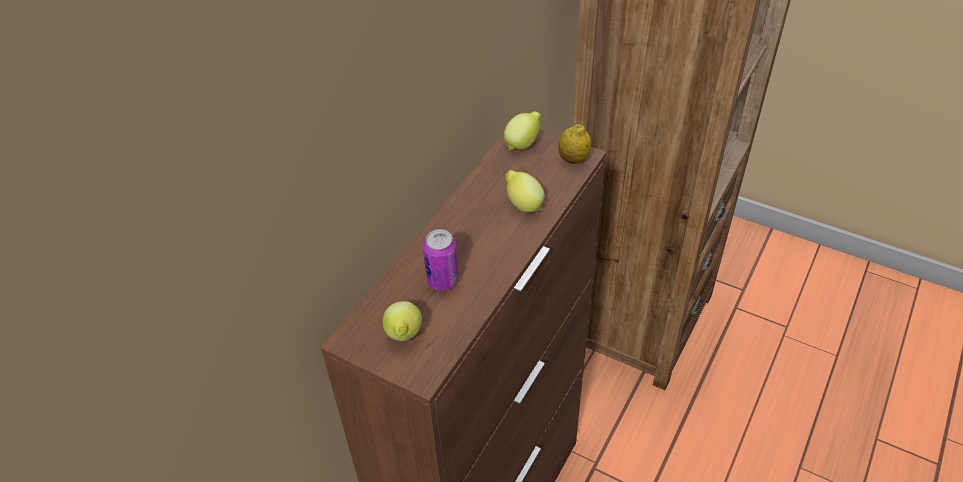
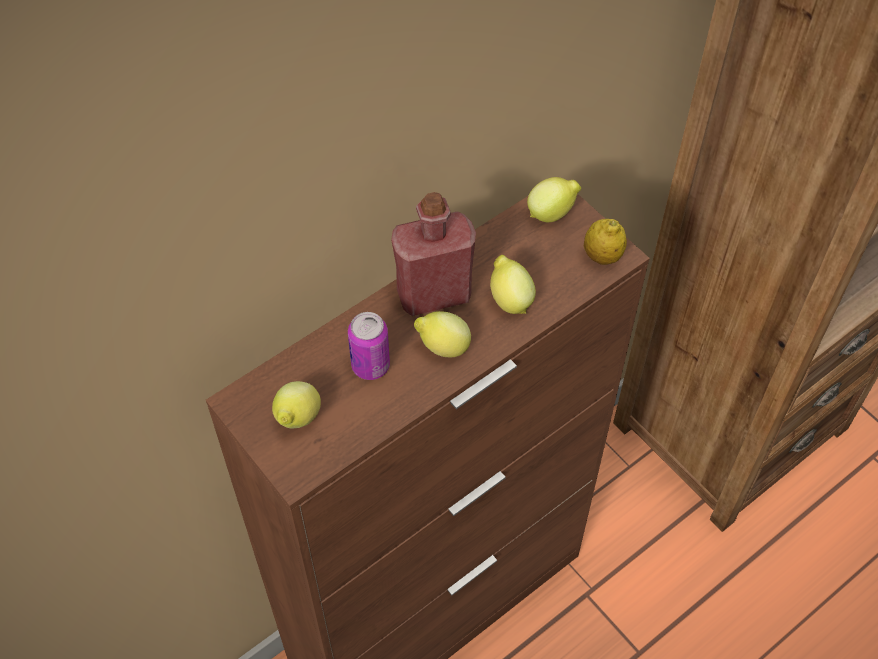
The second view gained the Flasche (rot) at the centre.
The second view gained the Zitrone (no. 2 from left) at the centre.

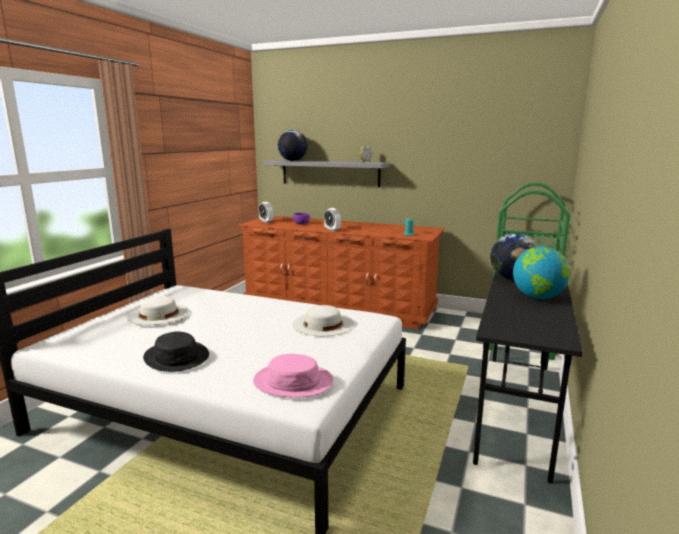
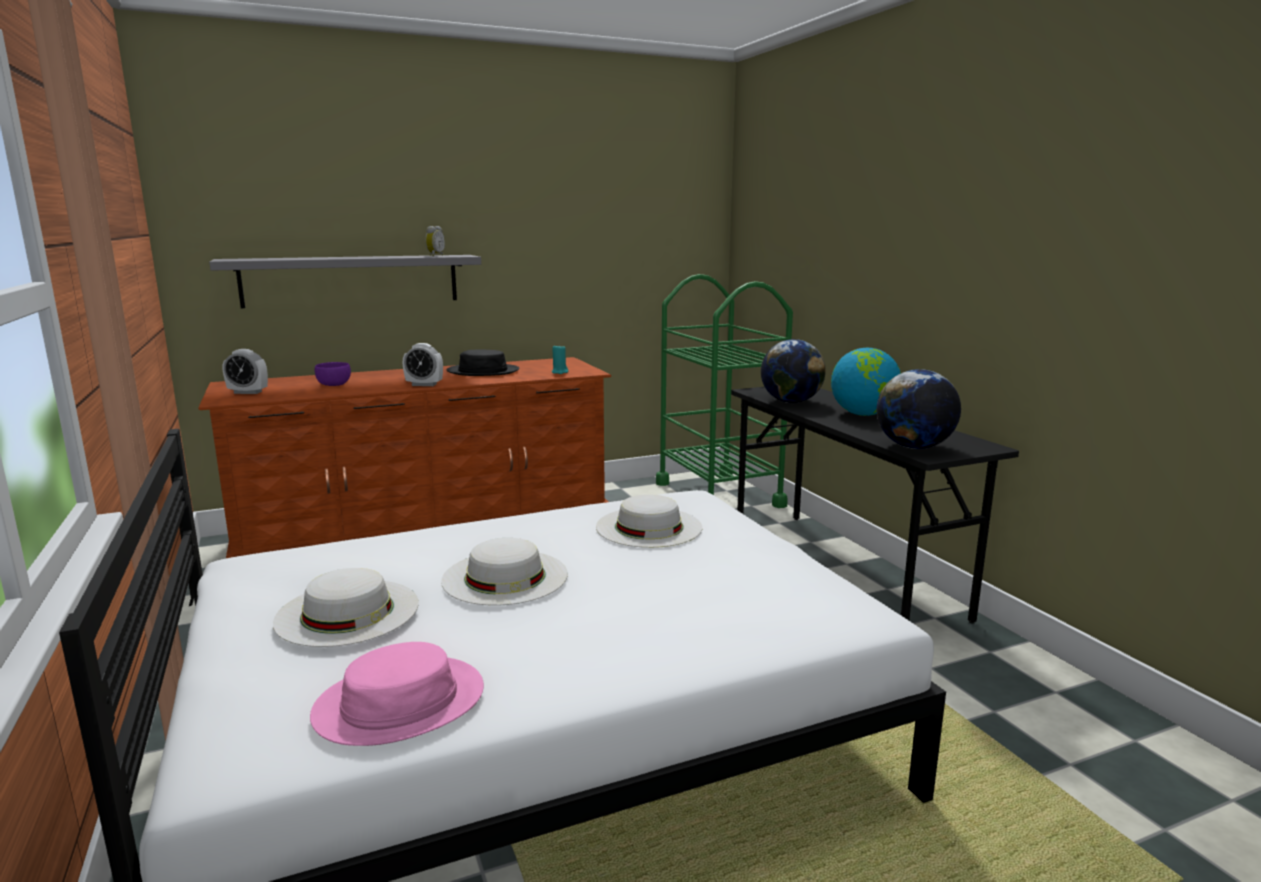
The Globus (no. 1 from left in the first image) ended up elsewhere, having gone from the top centre to the middle right.
The Hut (schwarz) ended up elsewhere, having gone from the middle left to the centre.
The Hut (rosa) ended up elsewhere, having gone from the bottom centre to the bottom left.
The second view gained the Hut (weiß) (no. 2 from left) at the centre.

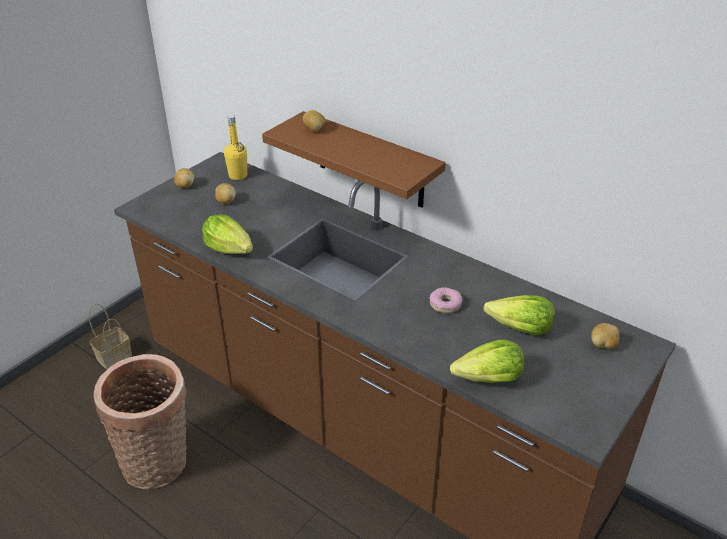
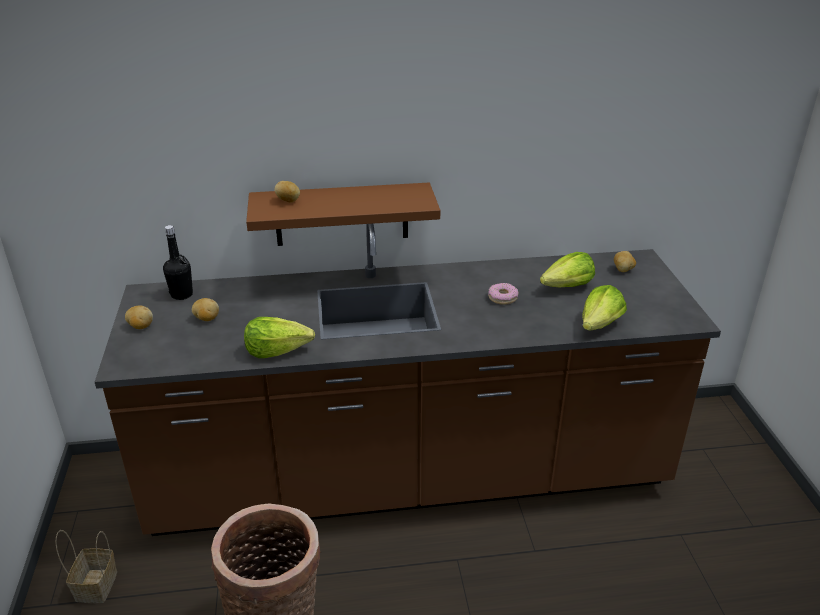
What was the Flasche (gelb) at the top left turned into the Flasche (schwarz) at the middle left.

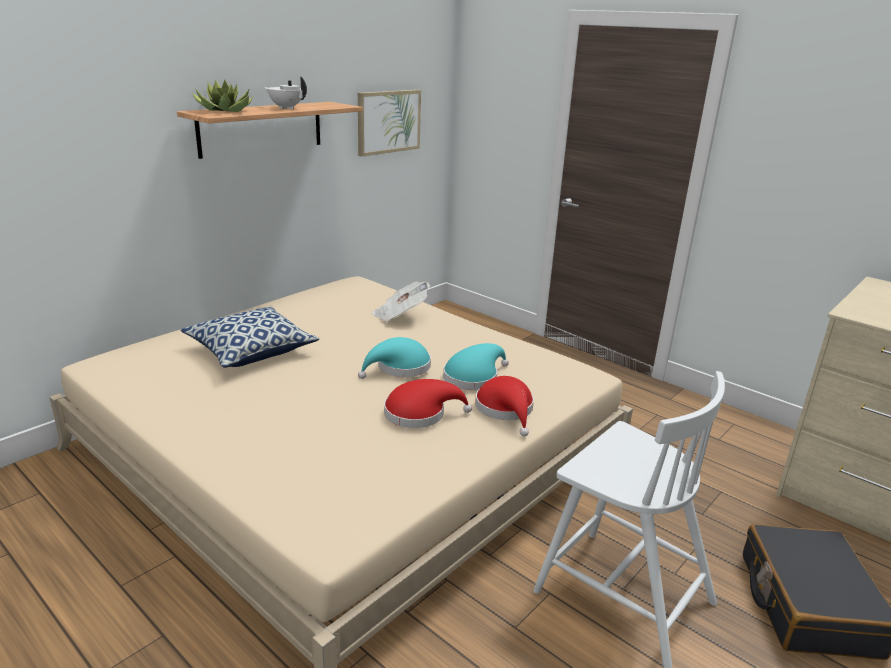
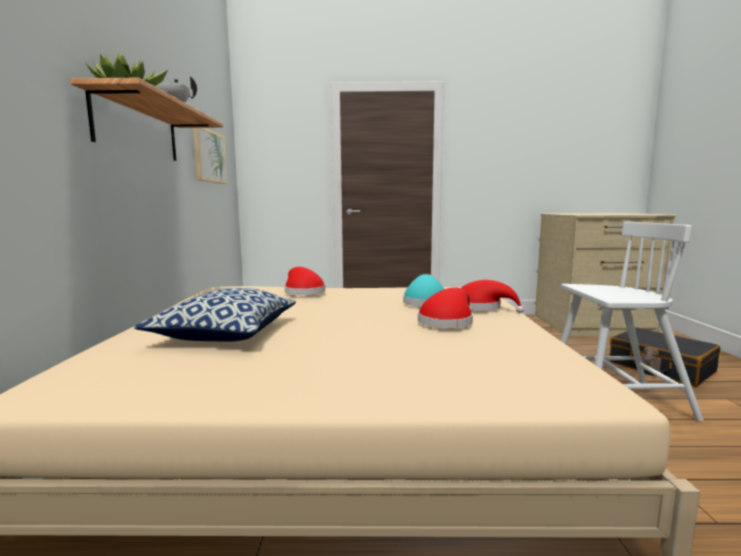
Where the Zeitung stood at the centre, the Hut (rot) (no. 1 from left) came to stand at the centre.
The second view lost the Hut (türkis) (no. 1 from left) at the centre.

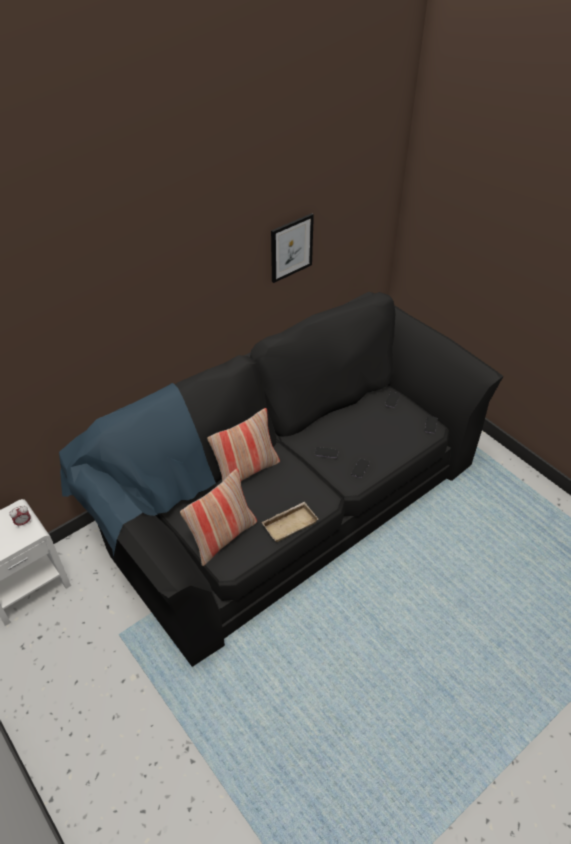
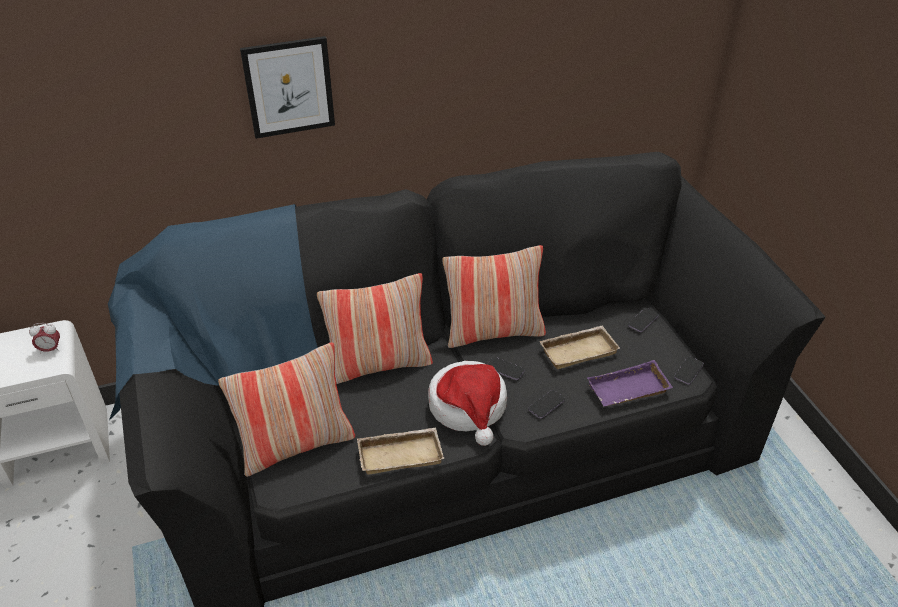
The Bild ended up elsewhere, having gone from the top centre to the top left.
The second view gained the Kissen (no. 3 from left) at the centre.
The second view gained the Tablett (beige) (no. 2 from left) at the centre.
The second view gained the Tablett (lila) at the middle right.
The second view gained the Hut at the centre.

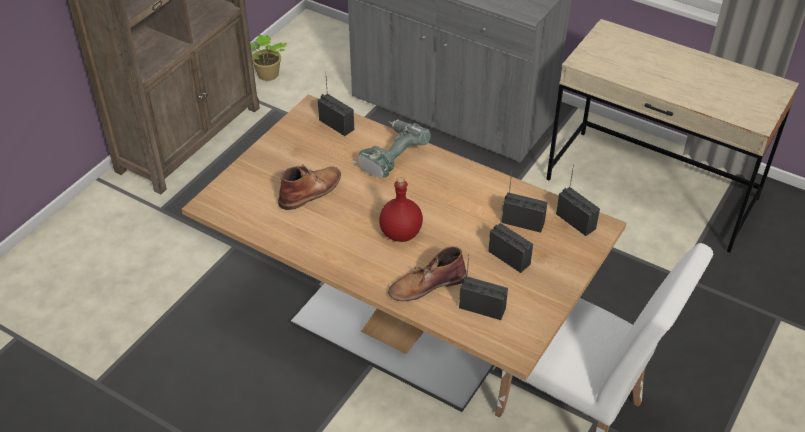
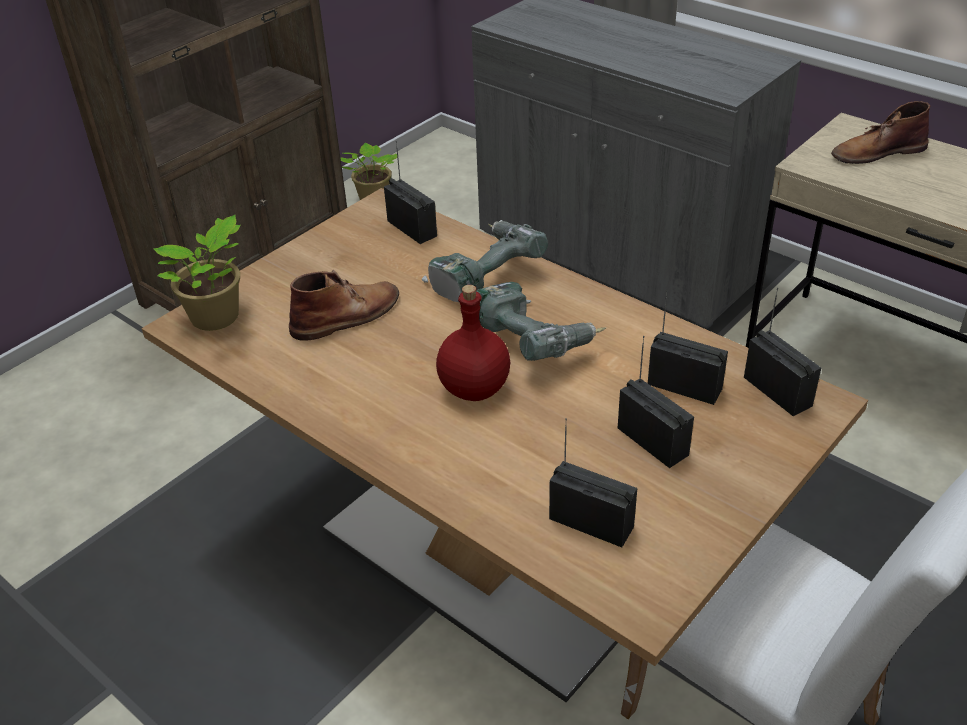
The Stiefel (braun) (no. 2 from left) ended up elsewhere, having gone from the centre to the top right.
The second view gained the Topfpflanze (no. 1 from left) at the middle left.
The second view gained the Bohrmaschine (no. 2 from left) at the centre.

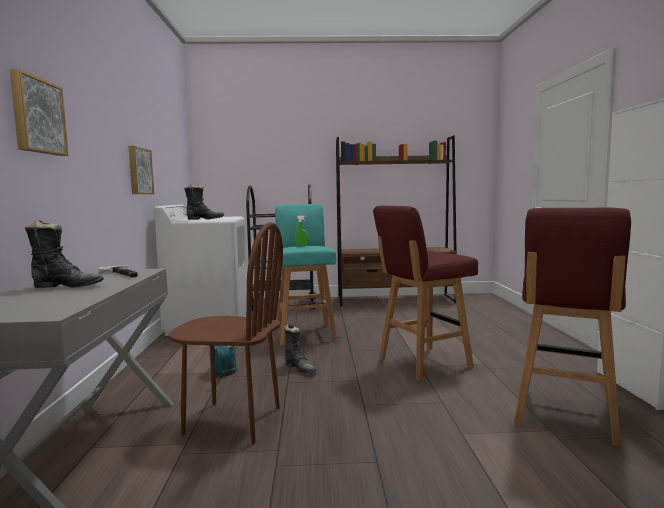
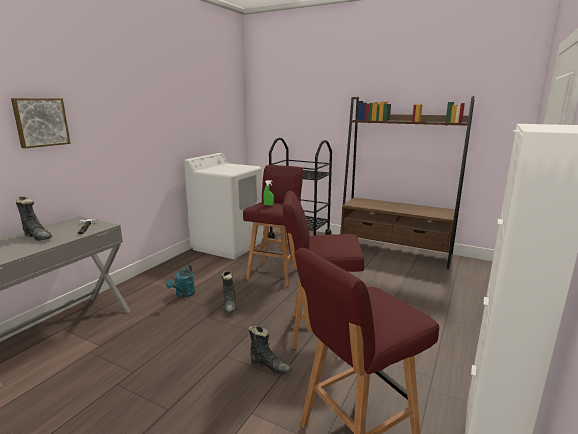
The second view lost the Bild (no. 2 from left) at the middle left.
The Stiefel (schwarz) (no. 2 from left in the first image) ended up elsewhere, having gone from the middle left to the bottom centre.
What was the Hocker (türkis) at the centre turned into the Hocker (rot) (no. 1 from left) at the centre.
The second view lost the Stuhl (braun) at the centre.

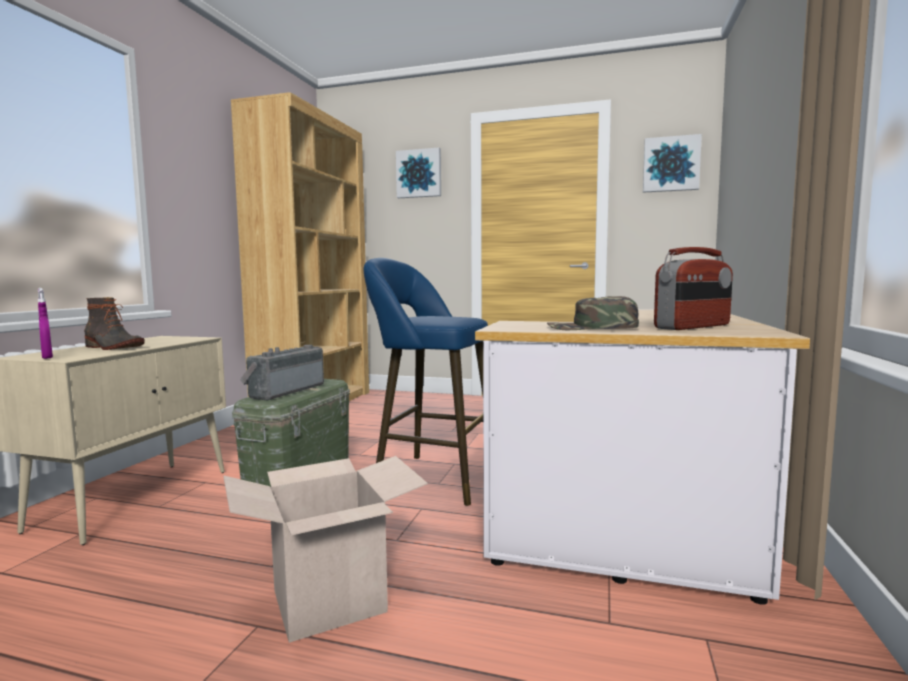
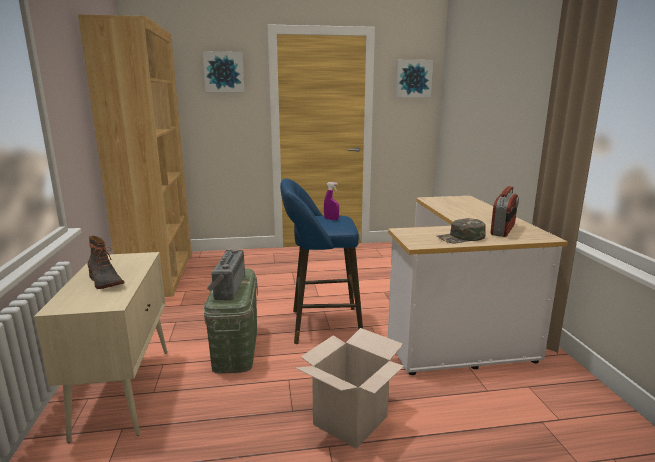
The Sprühflasche (lila) ended up elsewhere, having gone from the middle left to the centre.
The Stiefel at the middle left ended up facing another way, 45 degrees clockwise from before.

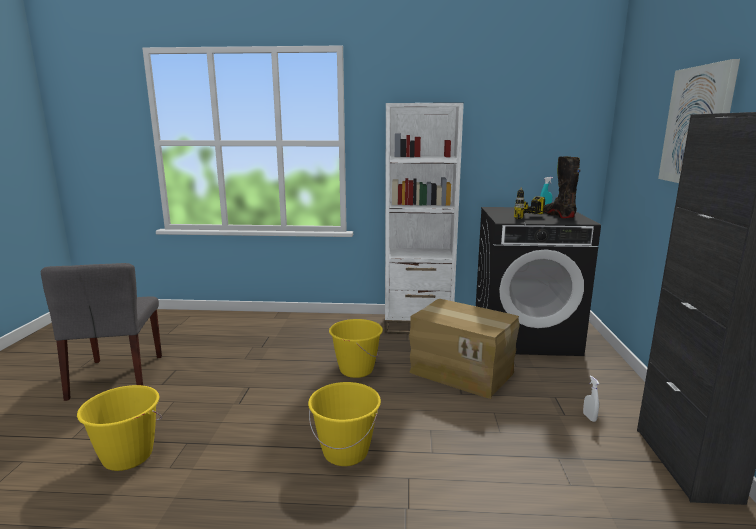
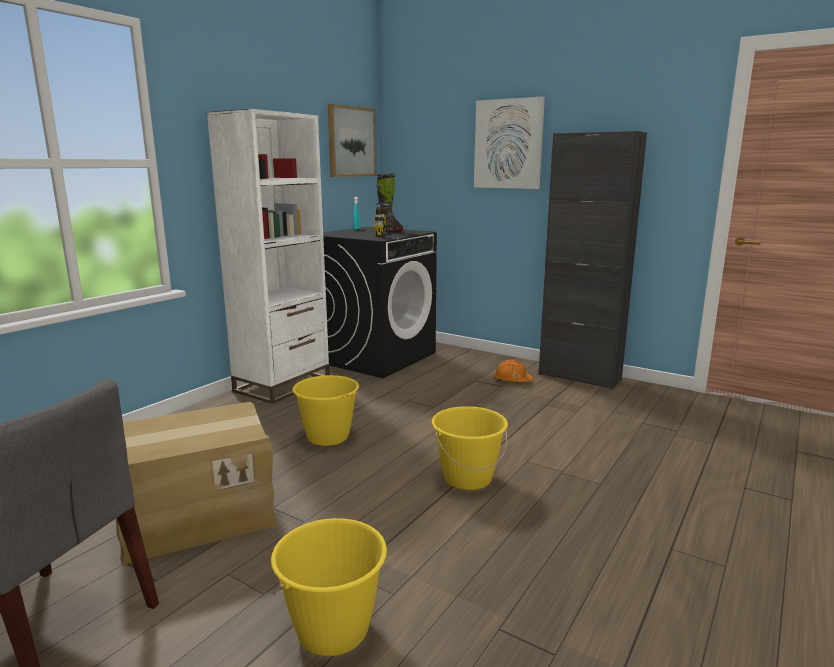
The Stiefel (schwarz) at the middle right ended up facing another way, 135 degrees counterclockwise from before.
The Karton ended up elsewhere, having gone from the centre to the bottom left.
Where the Sprühflasche (weiß) stood at the bottom right, the Schutzhelm (orange) came to stand at the centre.
The second view gained the Bild (no. 1 from left) at the top centre.

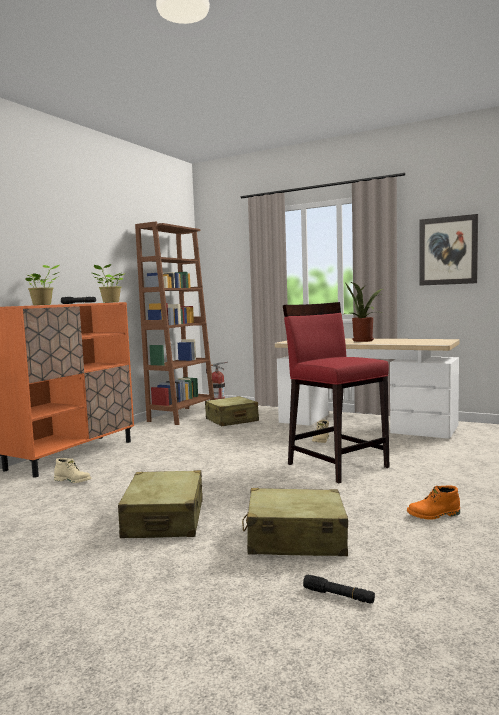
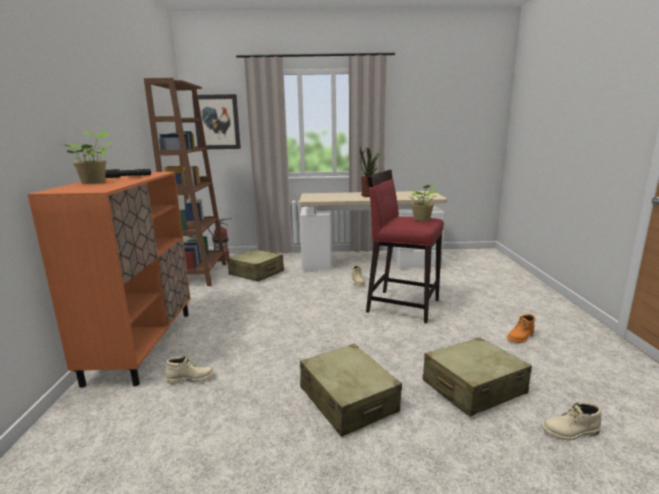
The Bild ended up elsewhere, having gone from the middle right to the top left.
The Topfpflanze (no. 2 from left in the first image) ended up elsewhere, having gone from the middle left to the centre.
Where the Taschenlampe (schwarz) (no. 2 from left) stood at the bottom right, the Stiefel (beige) (no. 3 from left) came to stand at the bottom right.

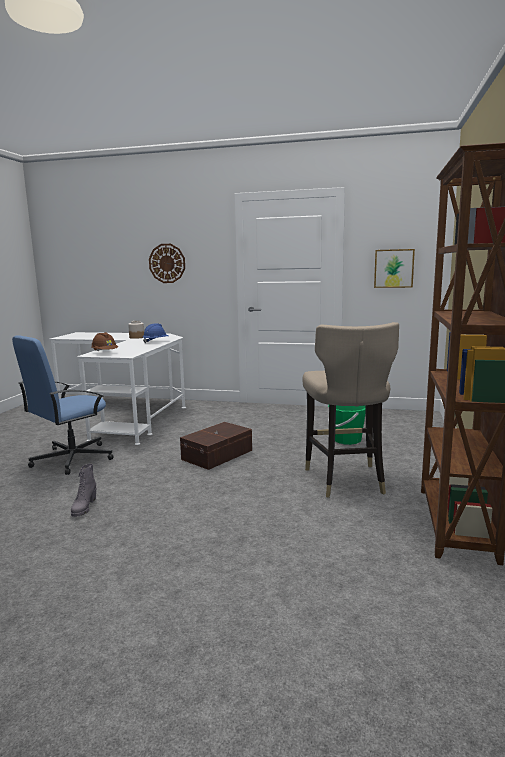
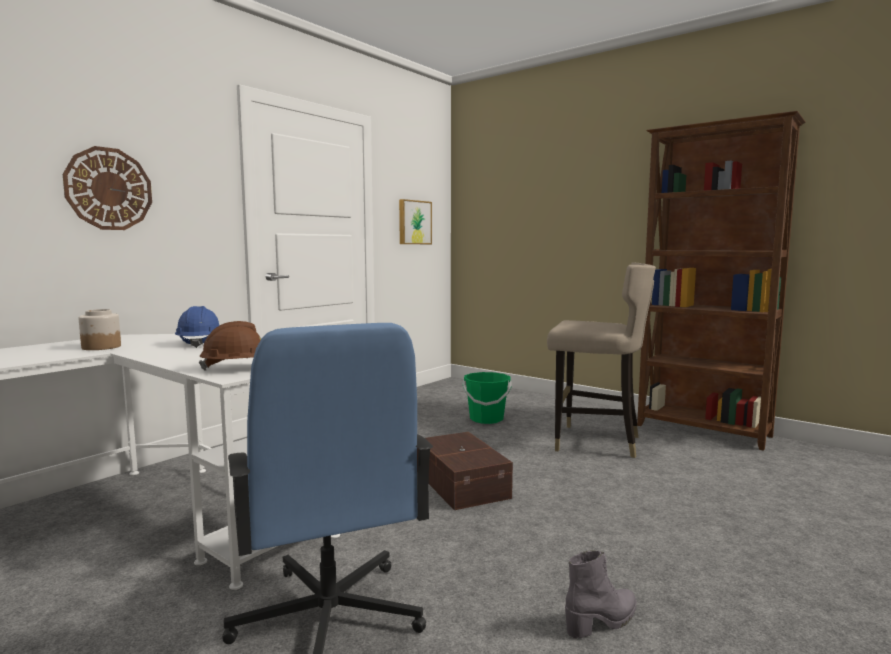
The Stiefel (grau) at the middle left ended up facing another way, 60 degrees counterclockwise from before.

